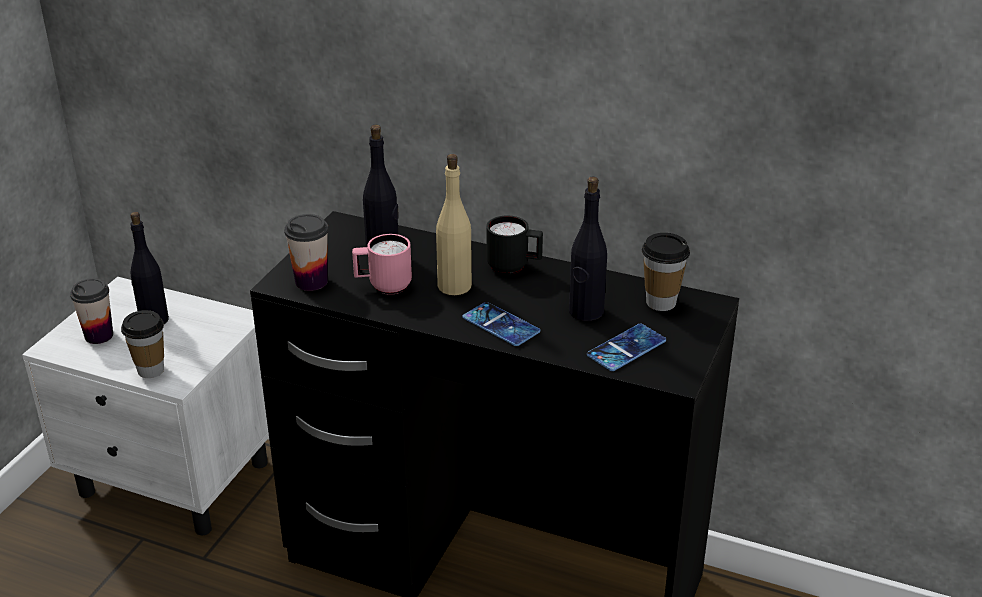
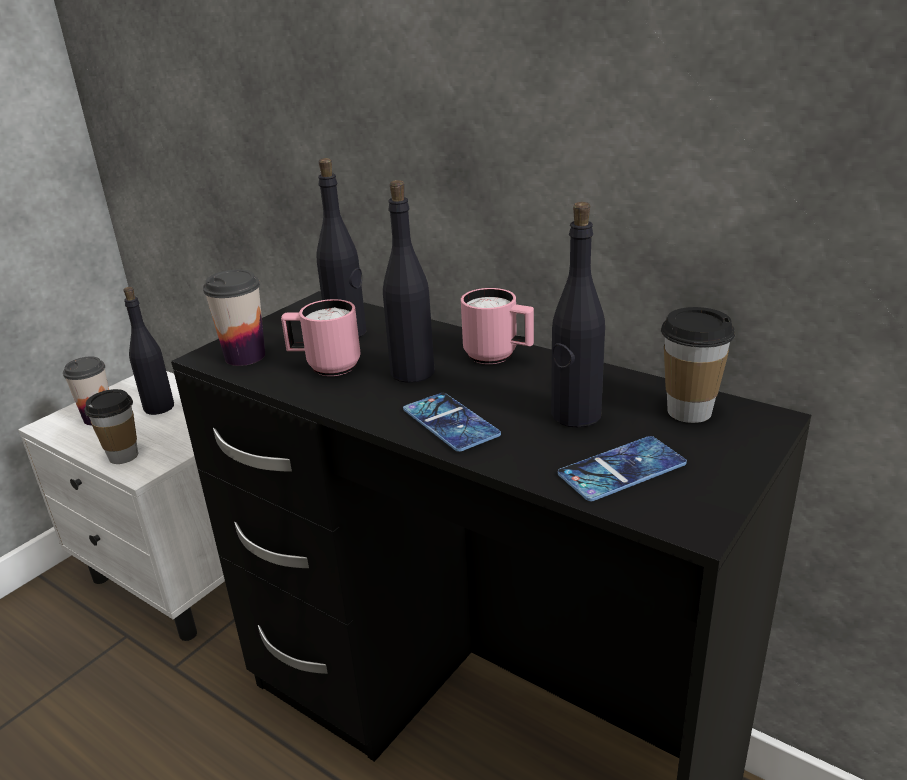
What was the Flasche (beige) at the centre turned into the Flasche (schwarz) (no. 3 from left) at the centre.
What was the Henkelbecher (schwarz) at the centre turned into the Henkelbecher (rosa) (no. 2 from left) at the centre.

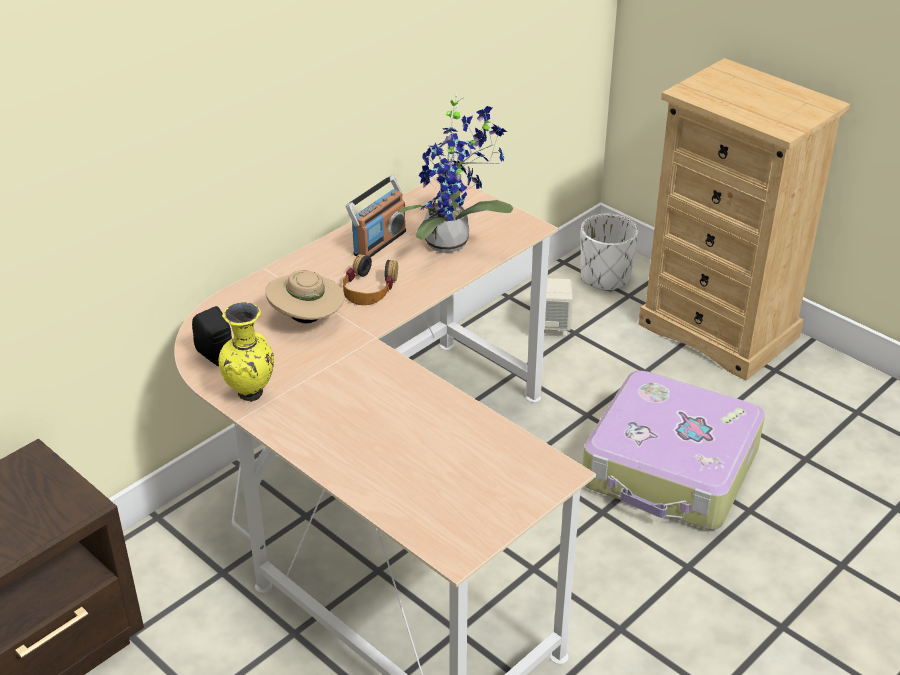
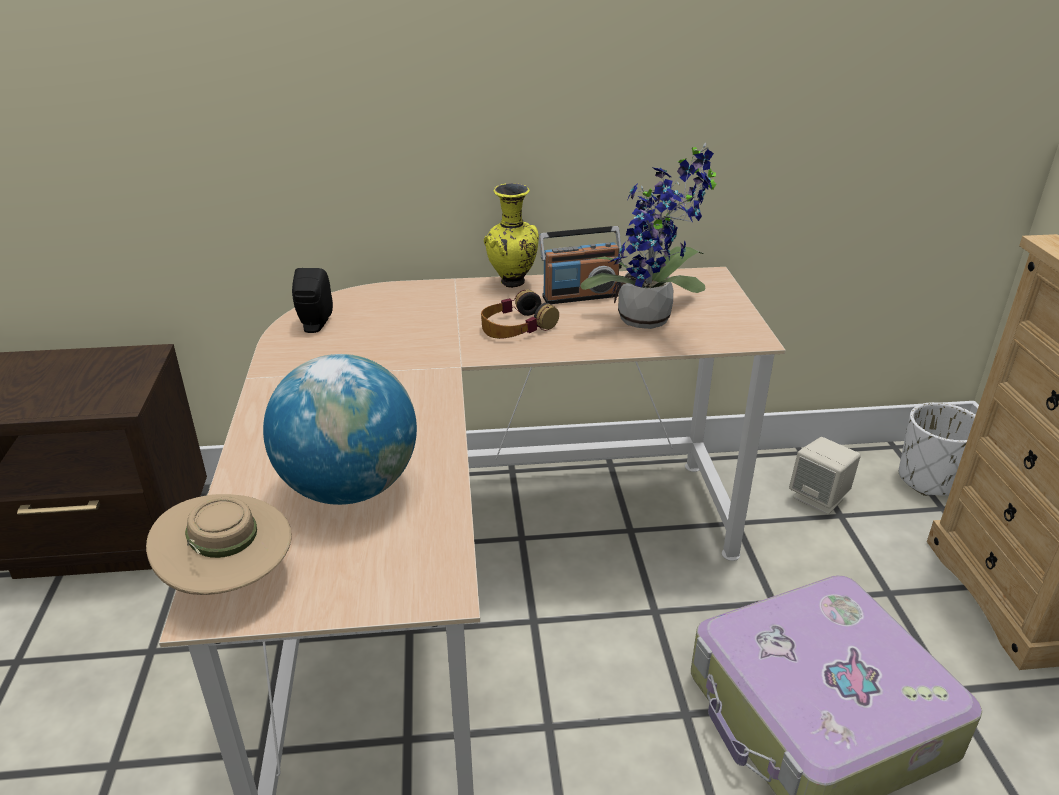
The Hut (beige) ended up elsewhere, having gone from the centre to the bottom left.
The Vase (gelb) ended up elsewhere, having gone from the middle left to the top centre.
The second view gained the Globus at the middle left.

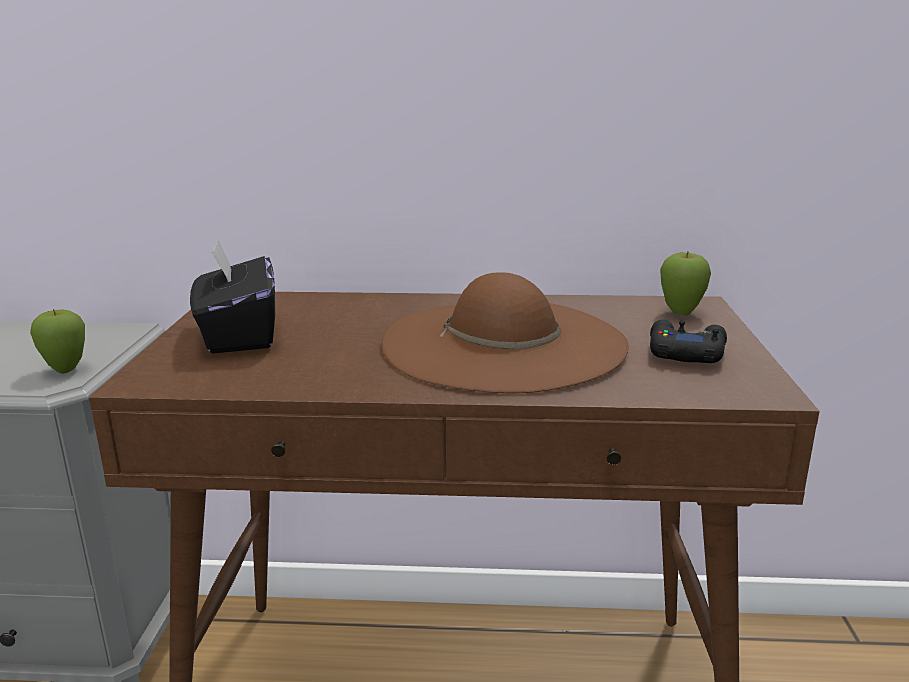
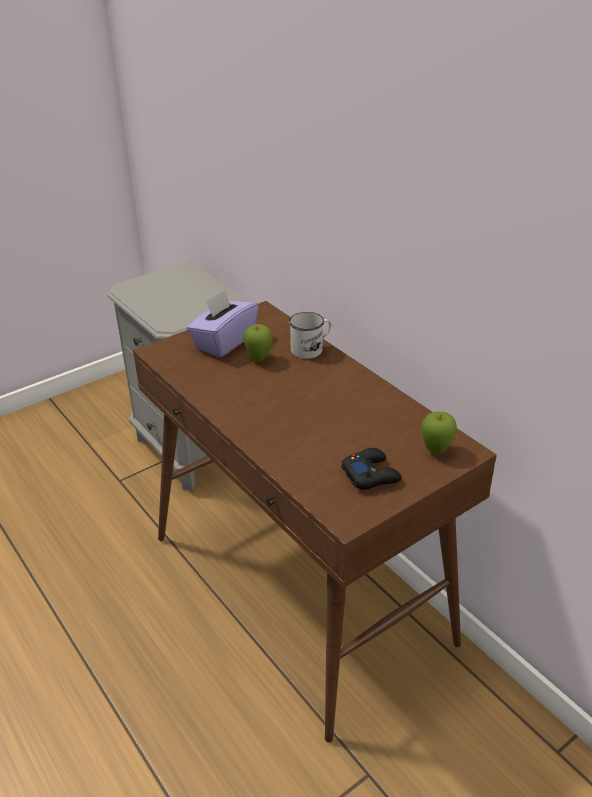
What was the Taschentuchbox (schwarz) at the middle left turned into the Taschentuchbox (lila) at the centre.
The second view lost the Hut (braun) at the centre.
The Apfel (no. 1 from left) ended up elsewhere, having gone from the middle left to the centre.
The second view gained the Henkelbecher (weiß) at the centre.

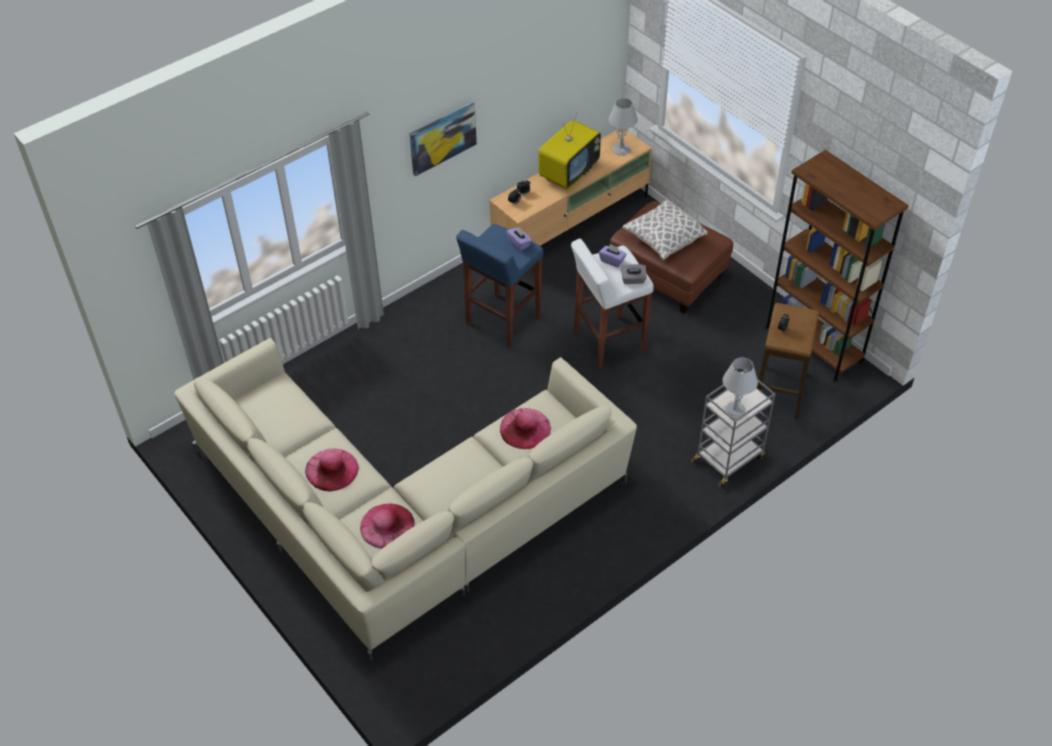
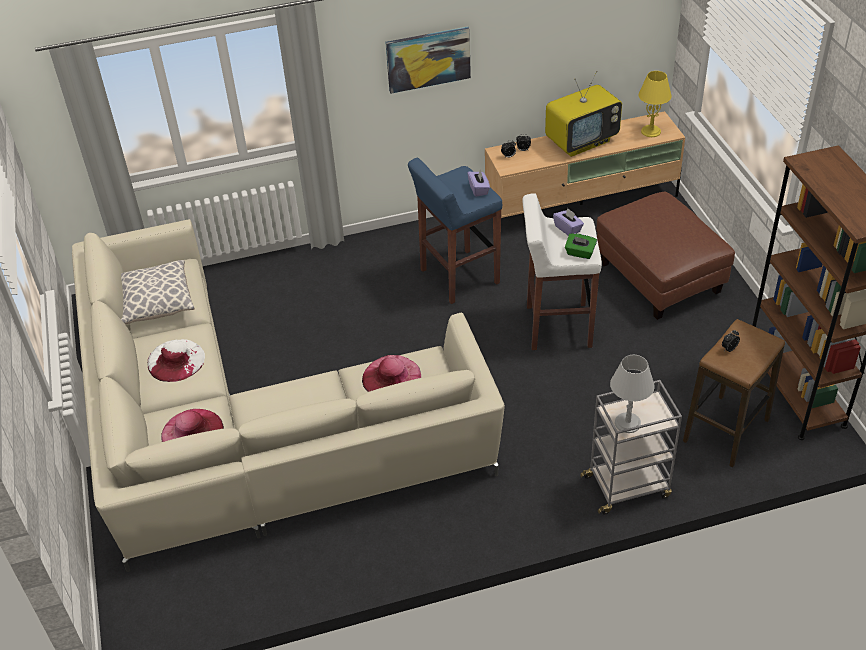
What was the Tischlampe (grau) (no. 1 from left) at the top centre turned into the Tischlampe (gelb) at the top right.
The Kissen ended up elsewhere, having gone from the top centre to the middle left.
What was the Taschentuchbox (grau) at the centre turned into the Taschentuchbox (grün) at the middle right.
What was the Hut (rosa) (no. 1 from left) at the middle left turned into the Hut (weiß) at the middle left.

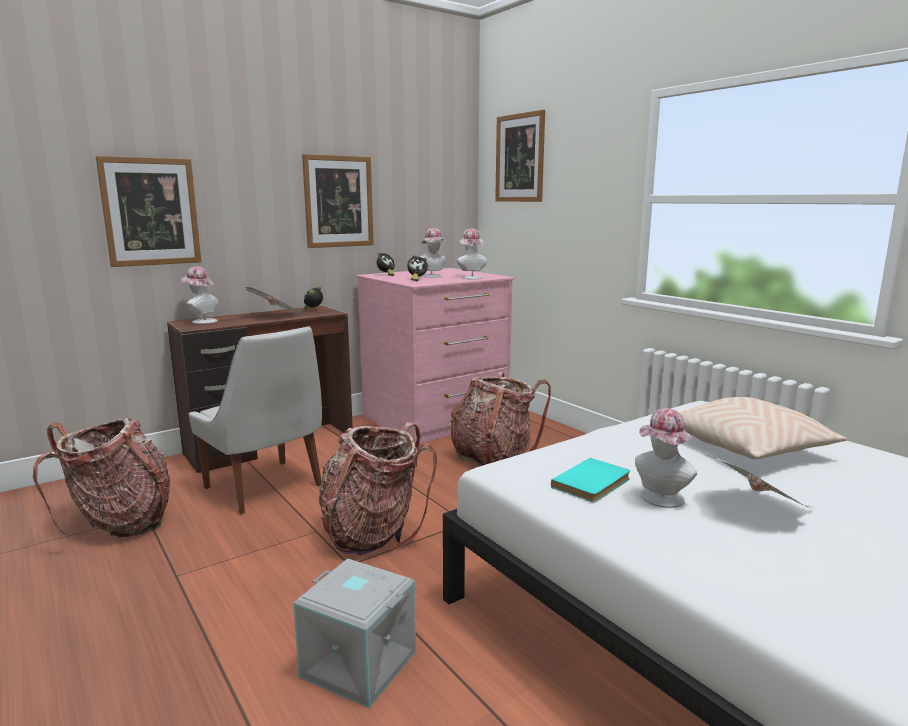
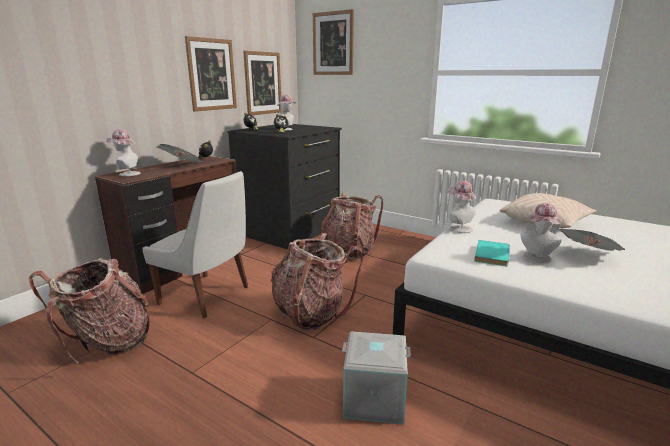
The Bild (no. 1 from left in the first image) ended up elsewhere, having gone from the top left to the top centre.
The Hut (no. 3 from left) ended up elsewhere, having gone from the centre to the middle right.
What was the Kommode (rosa) at the centre turned into the Kommode (schwarz) at the centre.

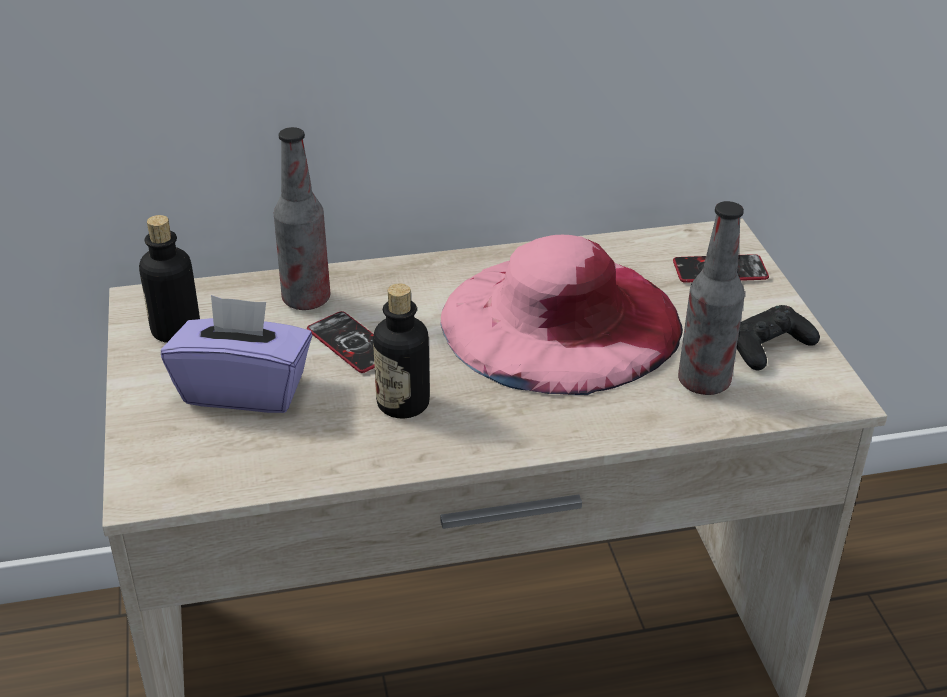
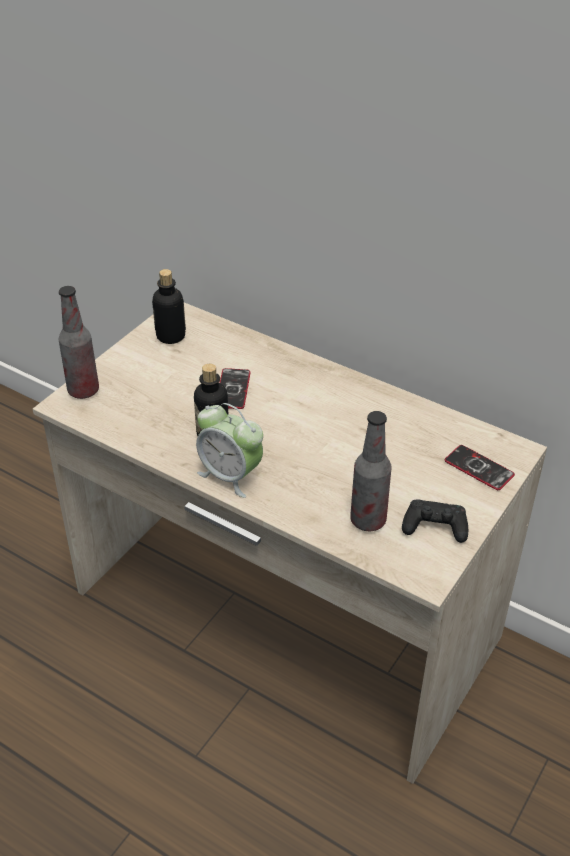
The Flasche (no. 2 from left in the first image) ended up elsewhere, having gone from the top left to the middle left.
The second view lost the Hut (rosa) at the centre.
The second view lost the Taschentuchbox (lila) at the middle left.
The second view gained the Wecker at the centre.

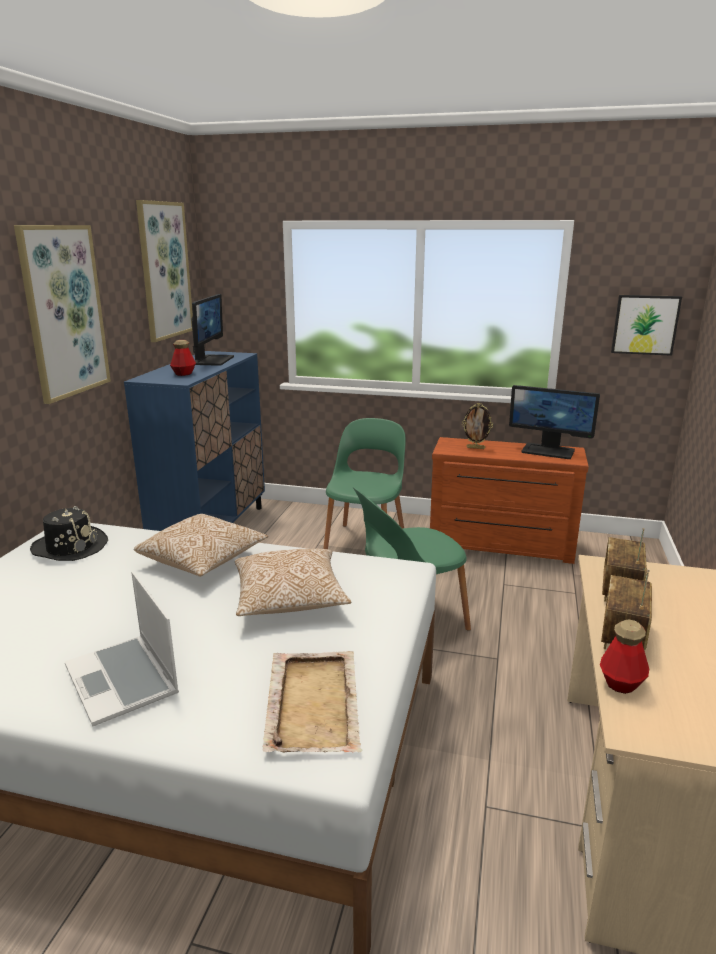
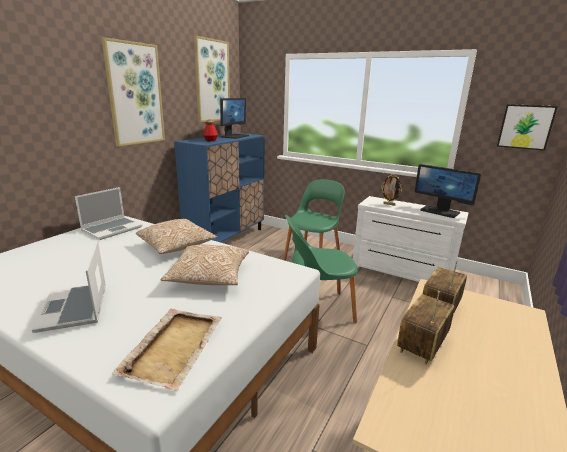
What was the Kommode (braun) at the middle right turned into the Kommode (weiß) at the middle right.
Where the Hut (schwarz) stood at the middle left, the Laptop (no. 2 from left) came to stand at the middle left.
The second view lost the Flasche (no. 2 from left) at the bottom right.

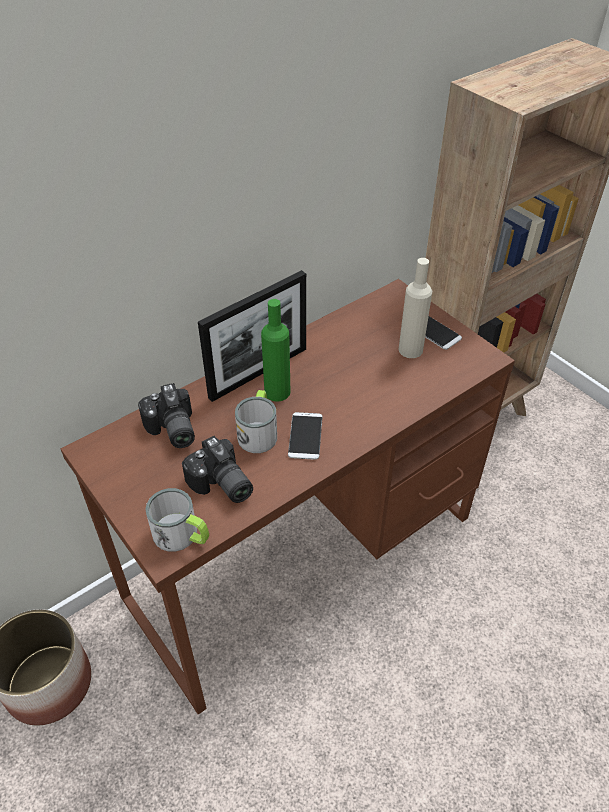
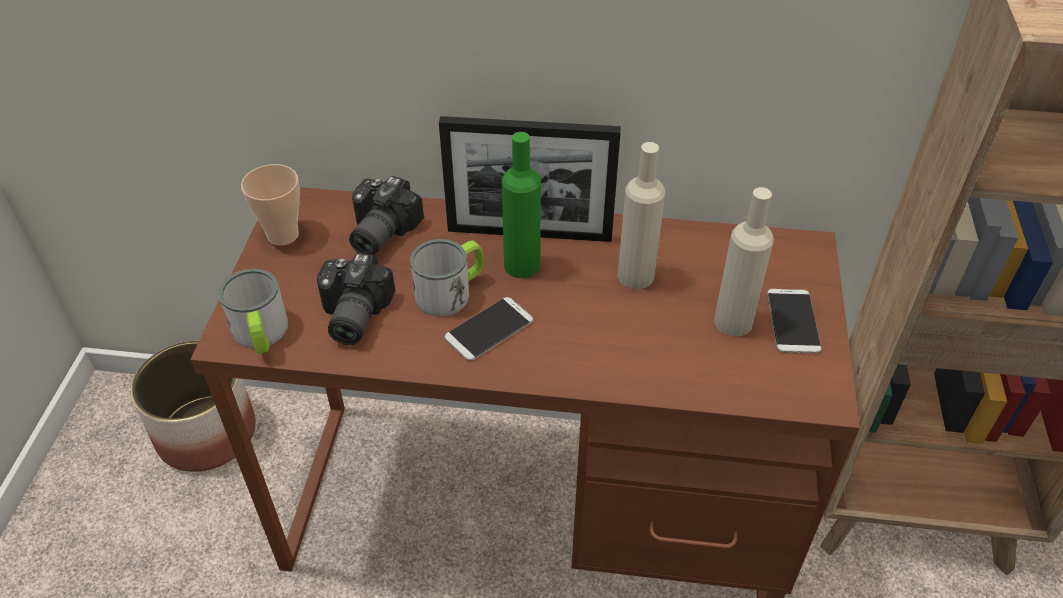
The second view gained the Flasche (beige) (no. 1 from left) at the centre.
The second view gained the Tasse at the middle left.

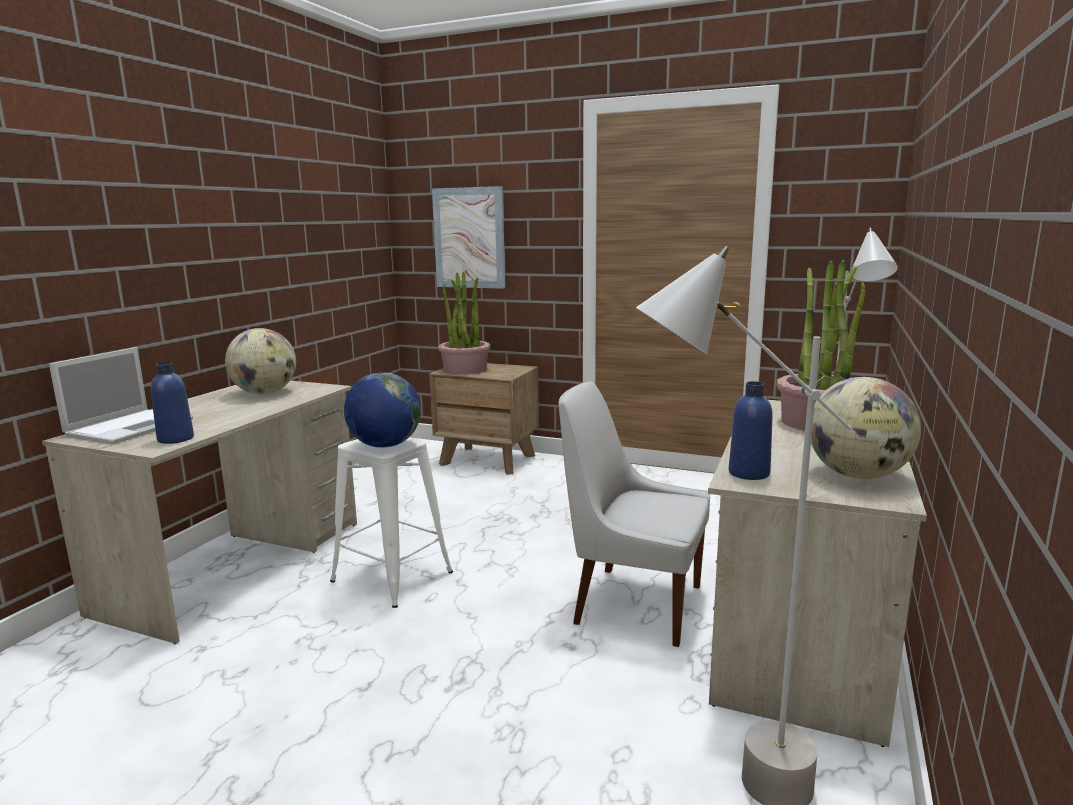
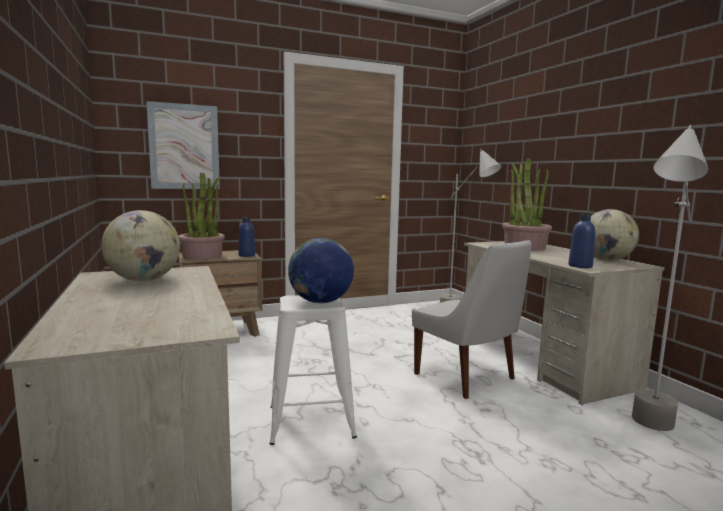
The second view lost the Laptop at the middle left.
The Flasche (blau) (no. 1 from left) ended up elsewhere, having gone from the middle left to the centre.
The Stuhl (weiß) at the centre ended up facing another way, 105 degrees counterclockwise from before.

